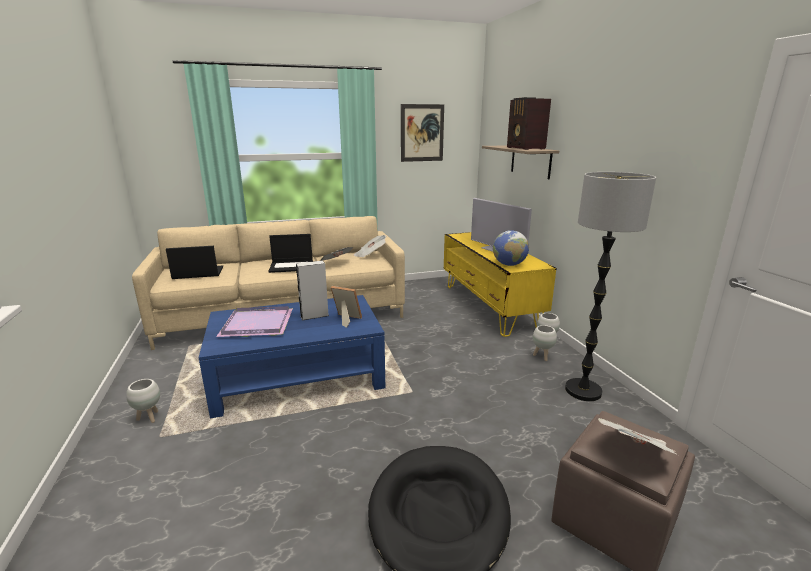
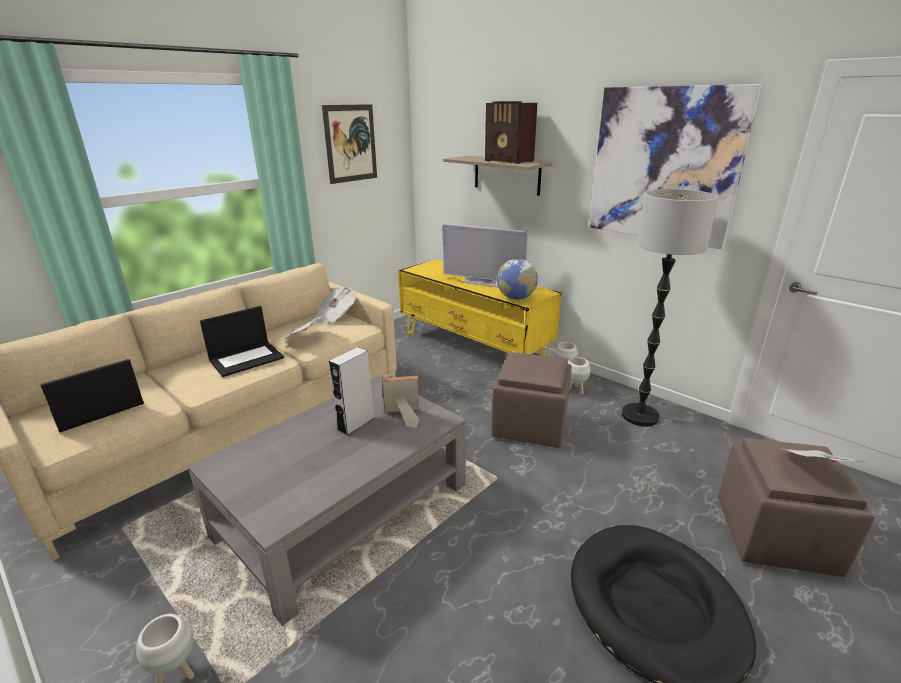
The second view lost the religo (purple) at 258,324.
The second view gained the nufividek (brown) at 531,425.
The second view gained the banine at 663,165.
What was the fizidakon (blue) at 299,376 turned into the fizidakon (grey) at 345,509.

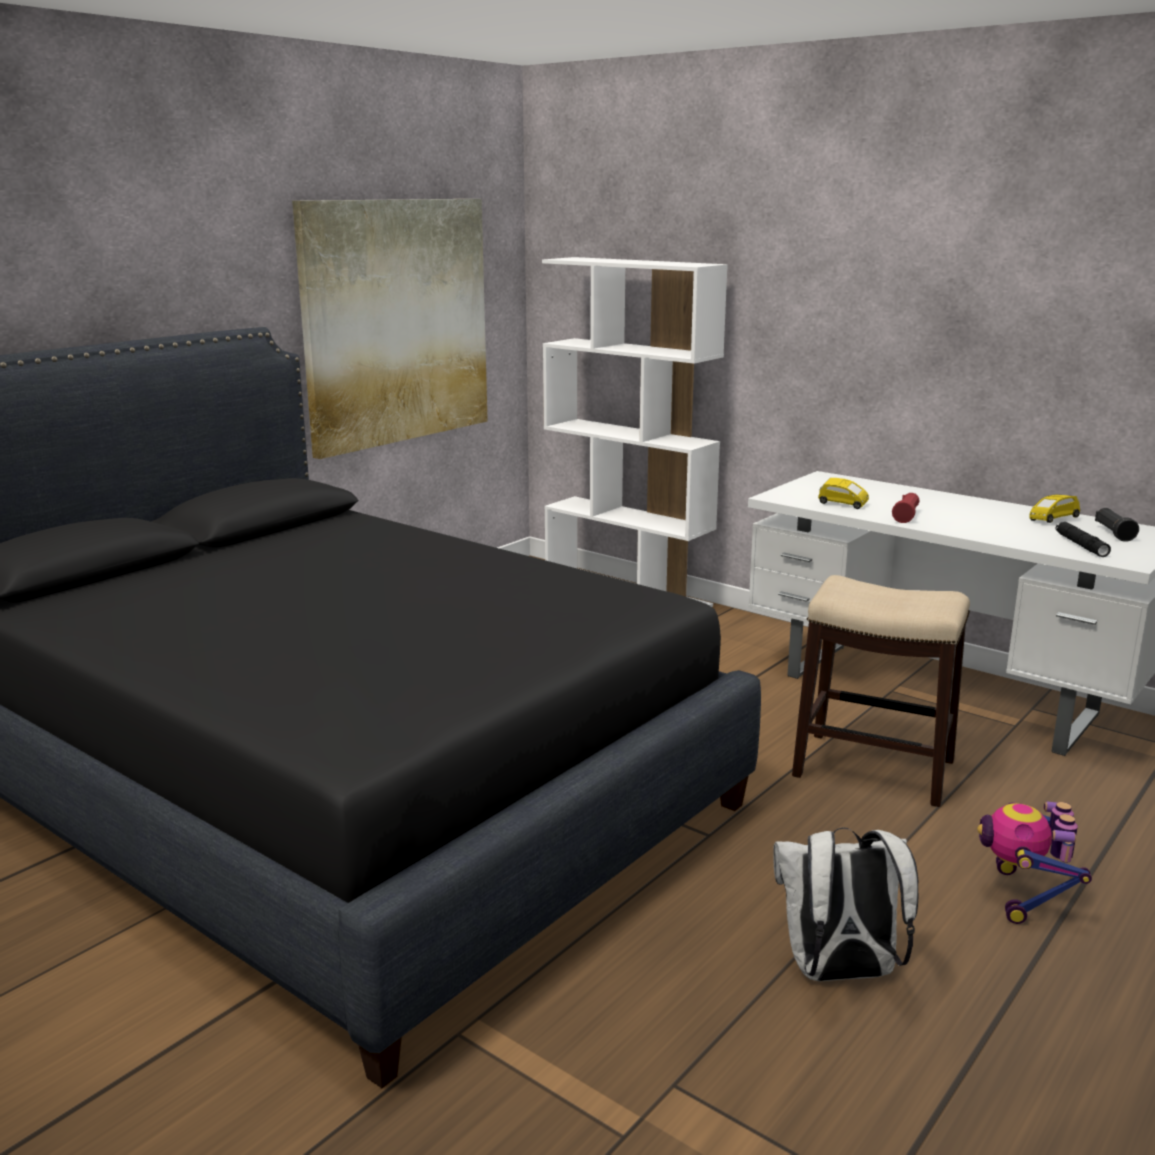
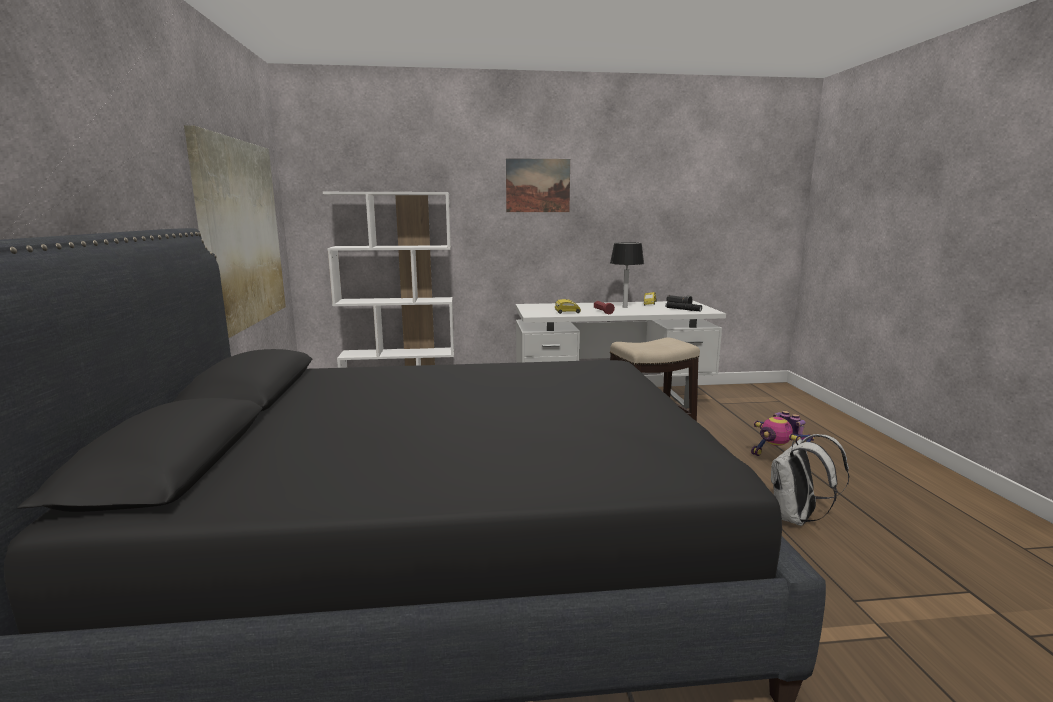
The second view gained the banine at 538,185.
The second view gained the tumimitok at 625,307.

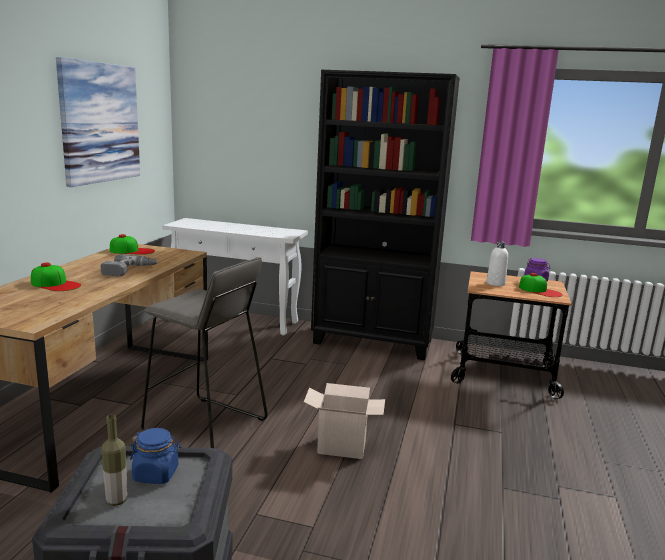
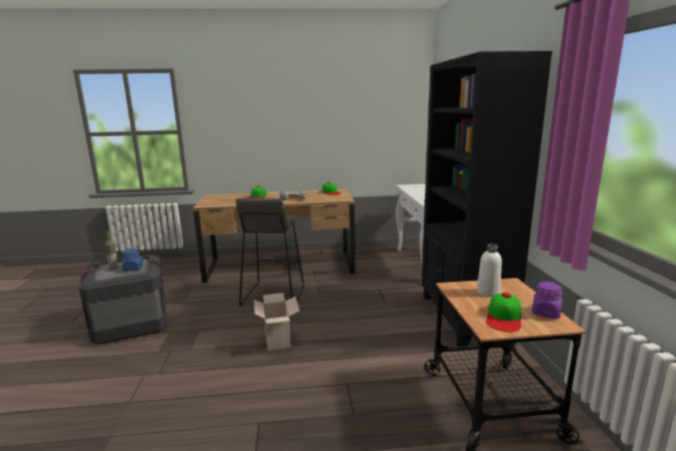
The second view lost the banine at 100,123.

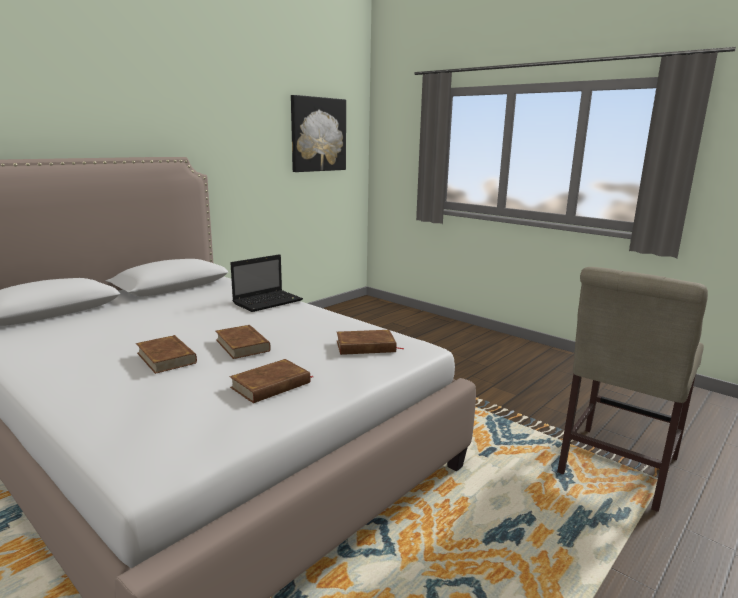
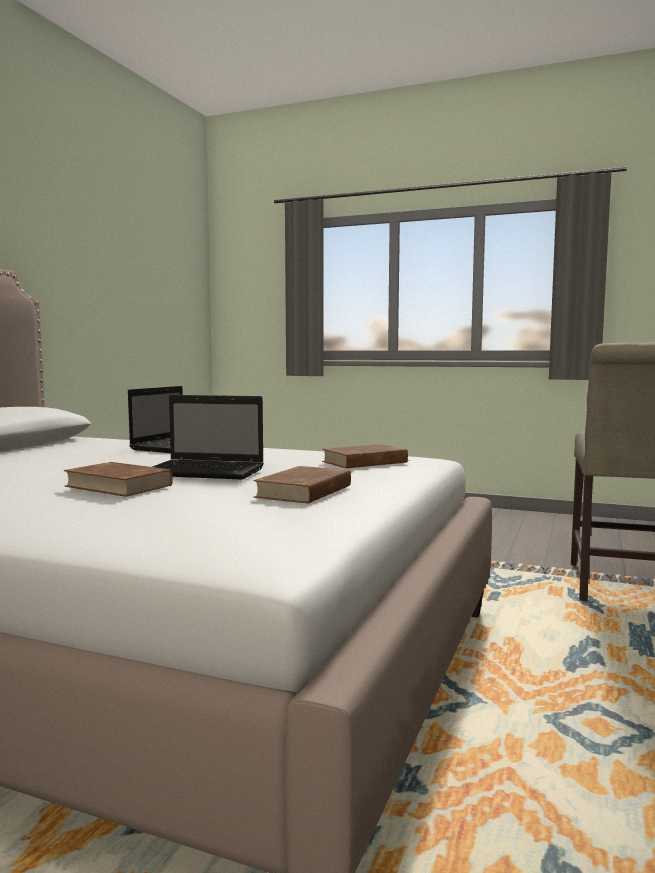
The second view lost the banine at 318,134.
Where the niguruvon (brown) stood at 243,345, the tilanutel came to stand at 207,472.

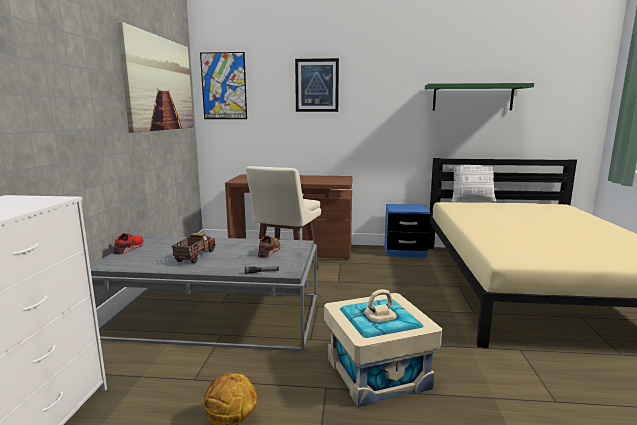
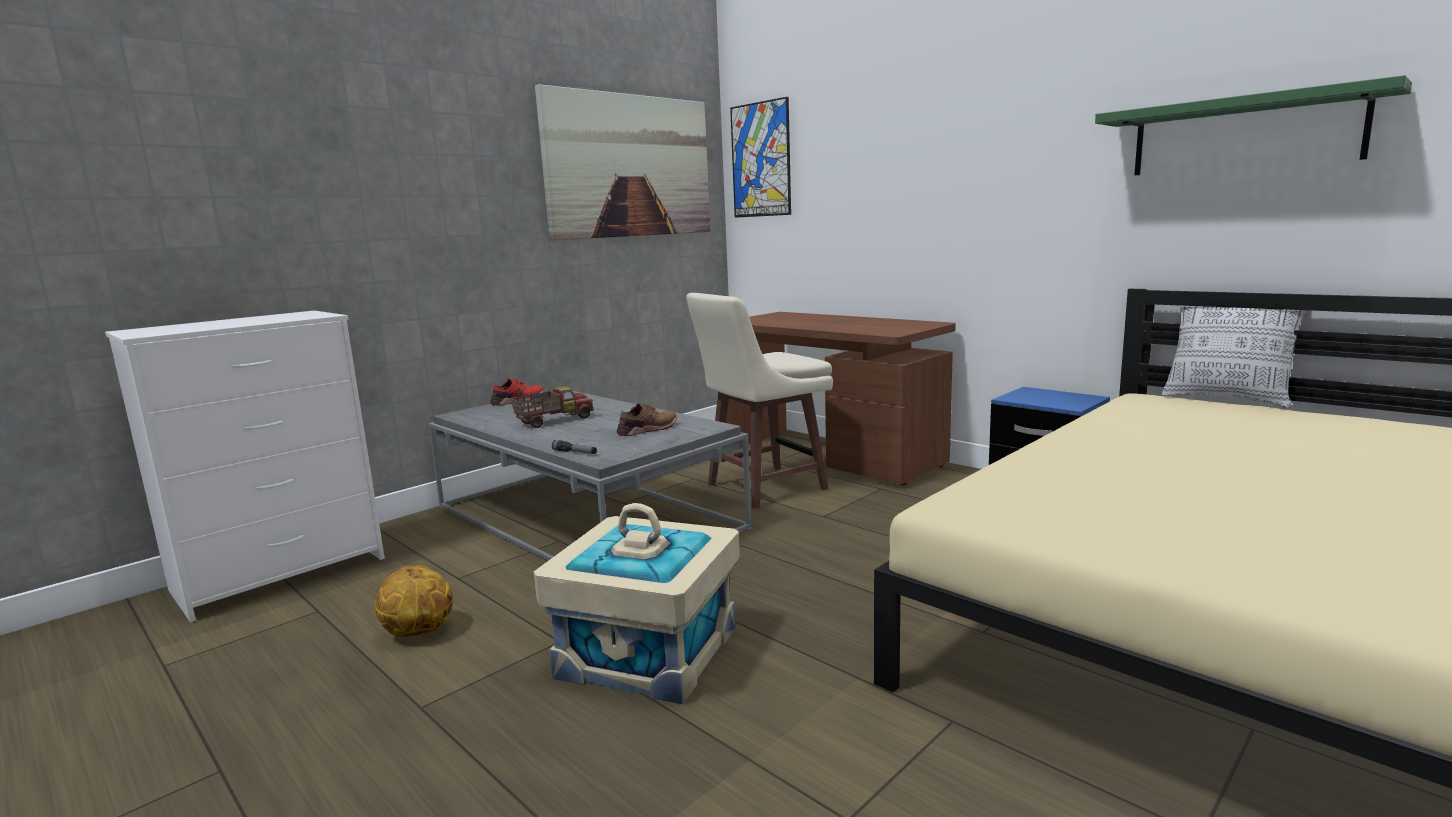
The second view lost the banine at 317,85.

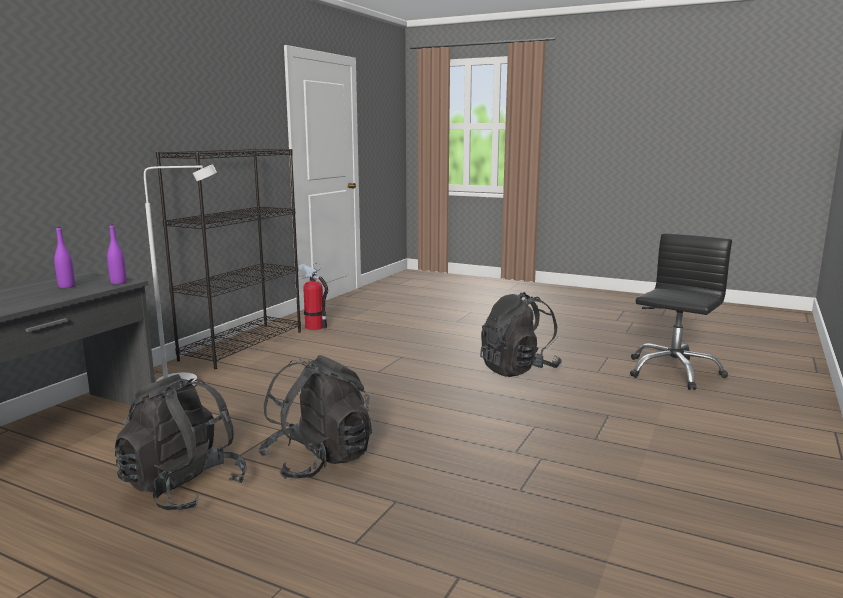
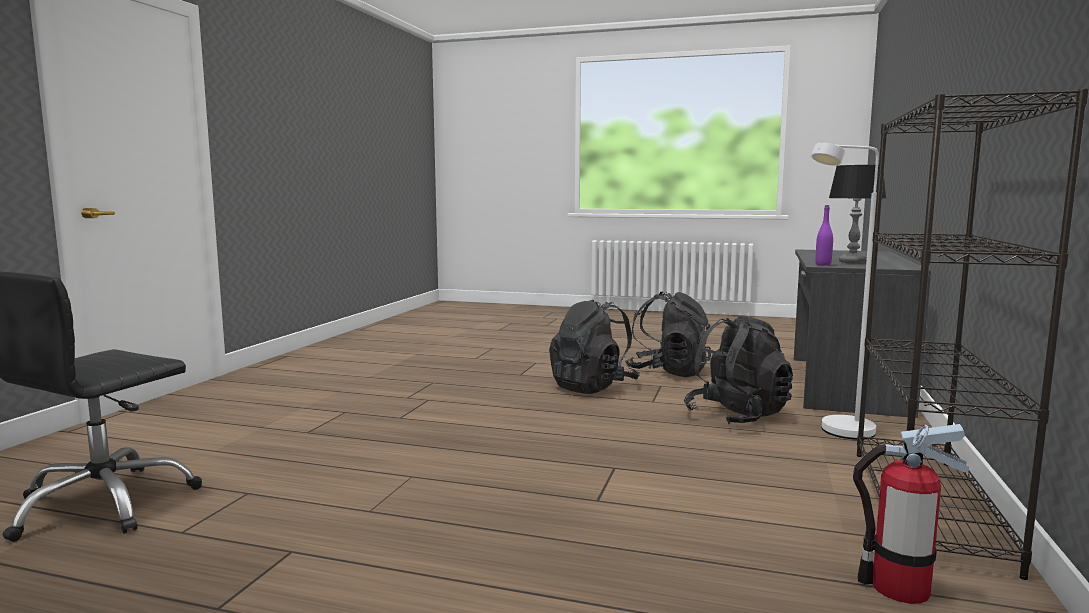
The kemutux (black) ended up elsewhere, having gone from 518,369 to 737,416.
Where the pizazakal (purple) stood at 66,286, the tumimitok came to stand at 852,262.

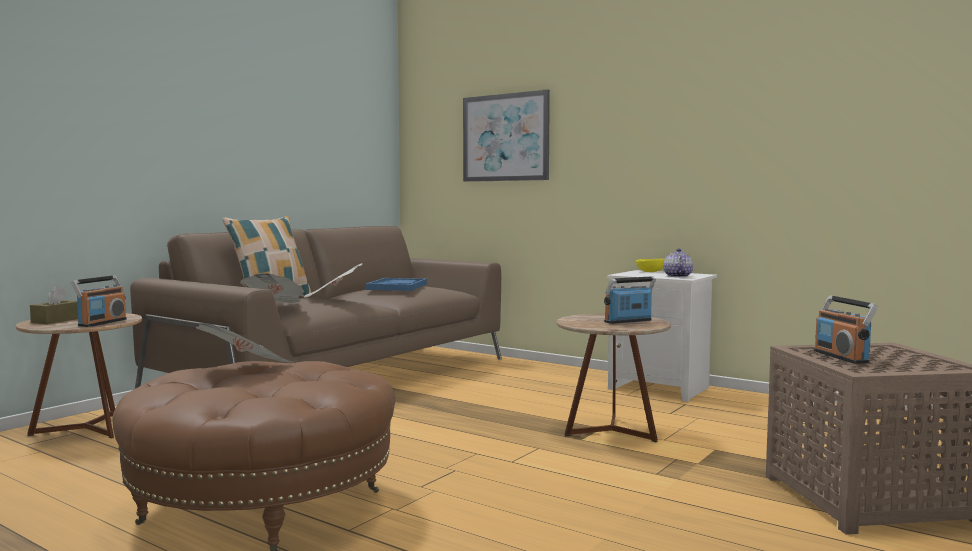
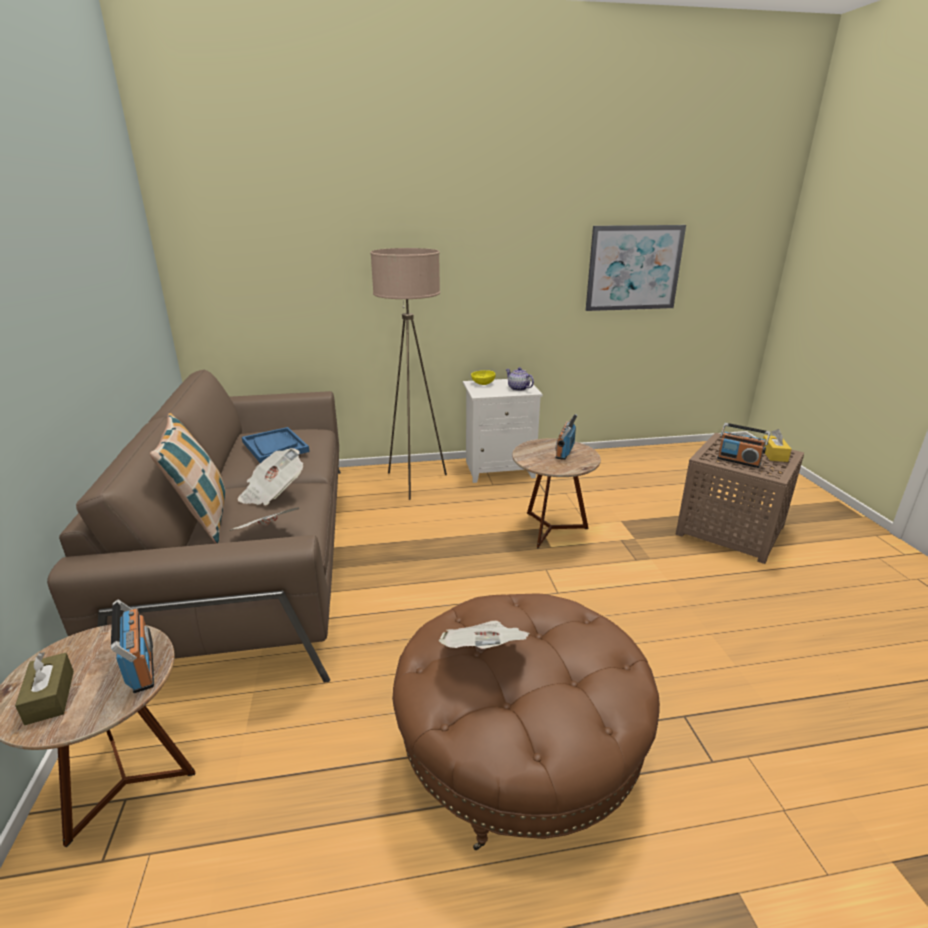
The second view gained the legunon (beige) at 414,482.
The second view gained the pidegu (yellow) at 774,454.
The banine ended up elsewhere, having gone from 505,137 to 634,268.

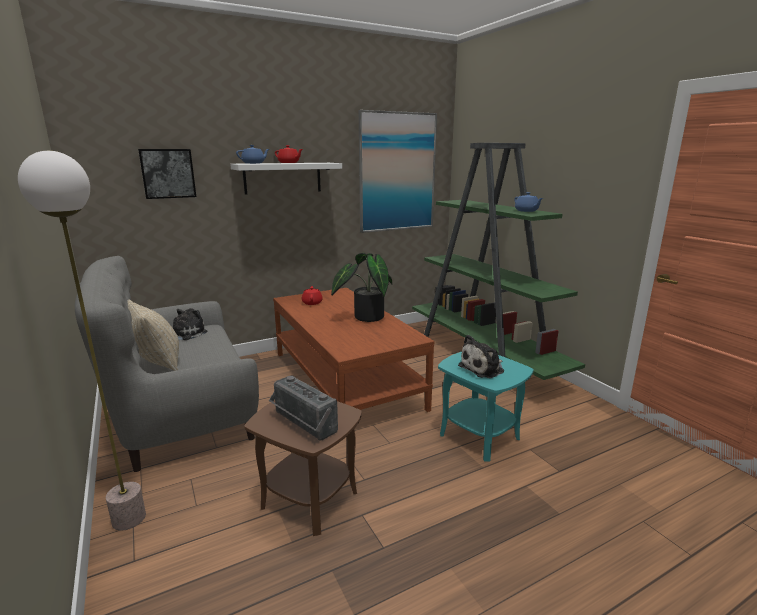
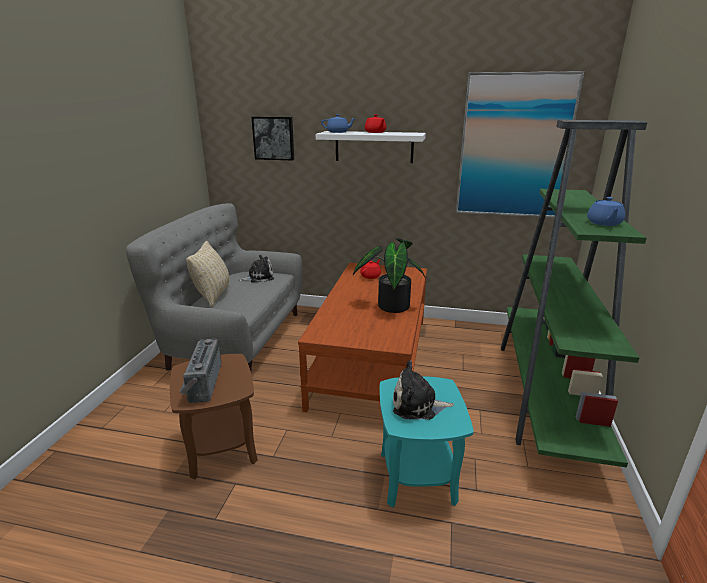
The second view lost the legunon at 128,518.

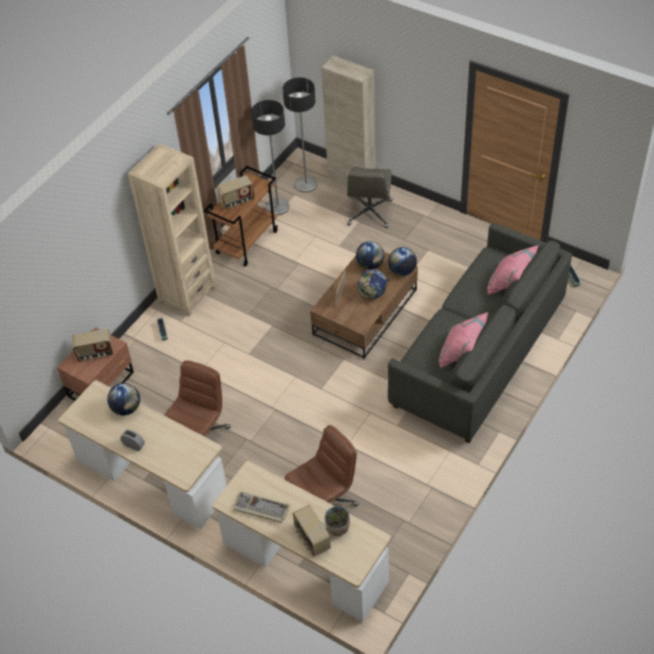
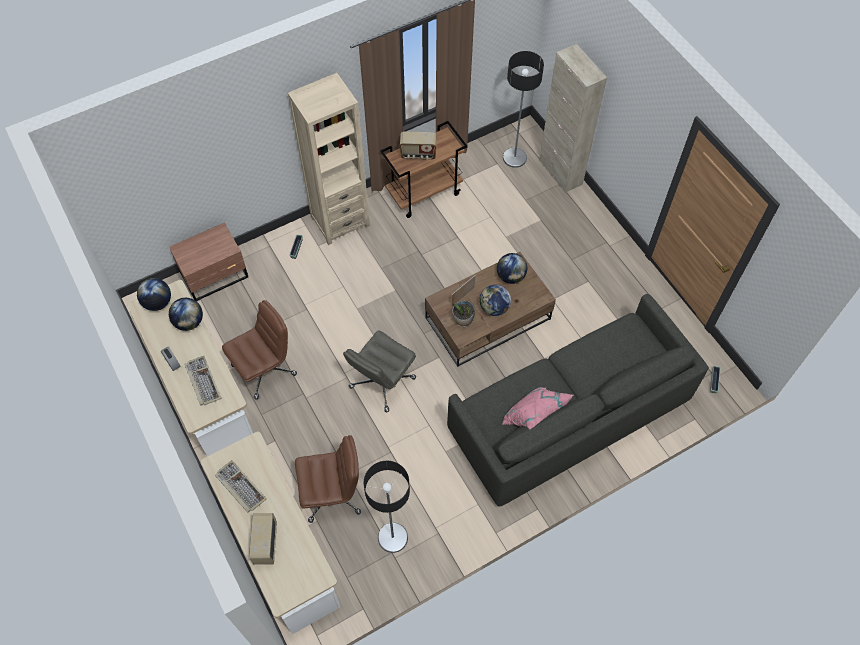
The second view lost the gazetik at 95,353.
The second view lost the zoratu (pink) at 510,283.
The second view gained the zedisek at 202,381.
The legunon ended up elsewhere, having gone from 277,207 to 392,538.
The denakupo ended up elsewhere, having gone from 338,528 to 463,320.
The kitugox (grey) ended up elsewhere, having gone from 369,213 to 382,383.
The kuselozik ended up elsewhere, having gone from 402,271 to 158,303.

